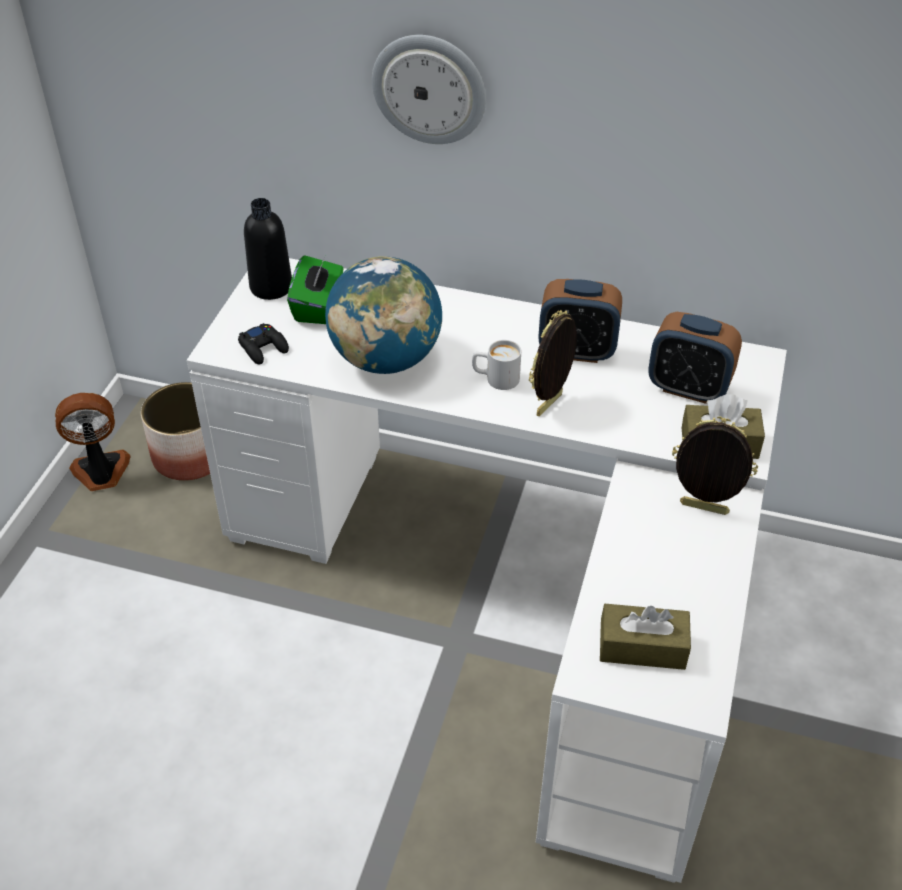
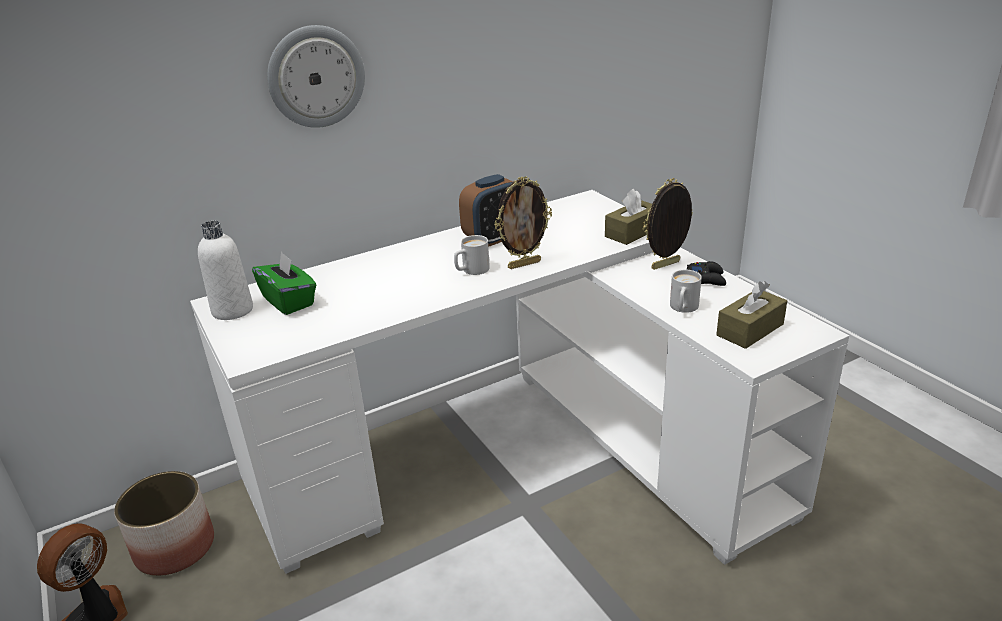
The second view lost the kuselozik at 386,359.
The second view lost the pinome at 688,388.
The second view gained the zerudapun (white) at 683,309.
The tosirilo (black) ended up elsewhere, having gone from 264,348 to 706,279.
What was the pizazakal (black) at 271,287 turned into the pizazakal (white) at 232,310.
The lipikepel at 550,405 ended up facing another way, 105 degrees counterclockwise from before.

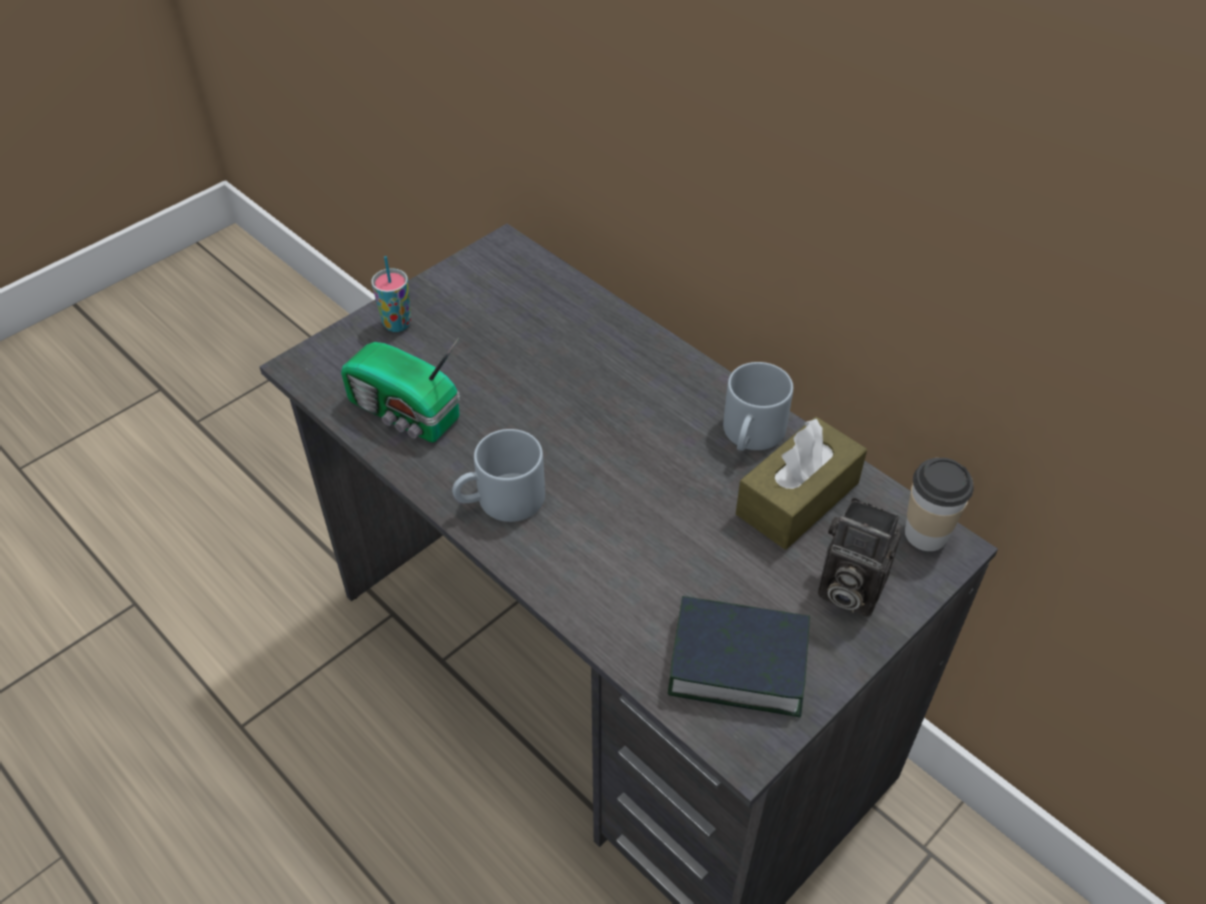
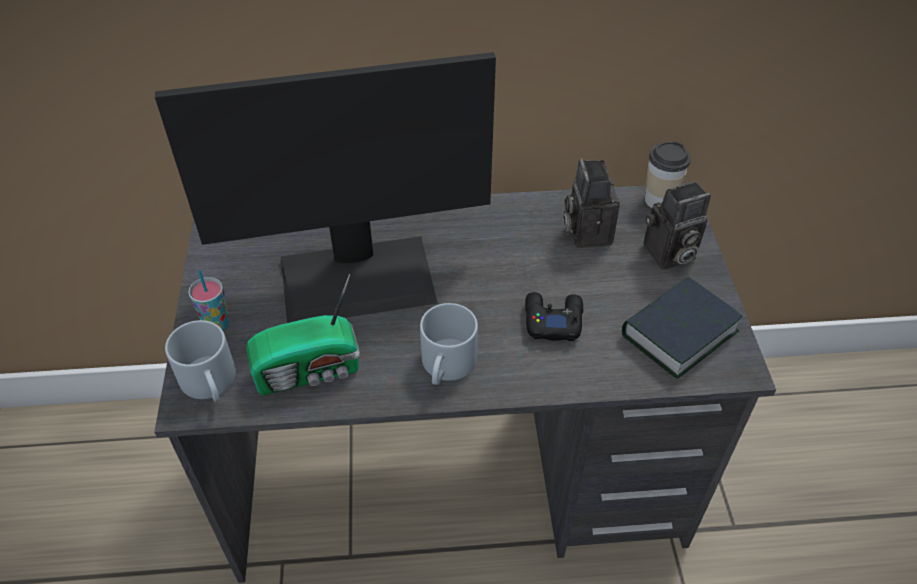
The second view gained the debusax at 358,278.
The second view gained the tosirilo (black) at 552,320.
The zerudapun (grey) ended up elsewhere, having gone from 752,436 to 212,383.
Where the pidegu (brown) stood at 797,498, the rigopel came to stand at 585,232.

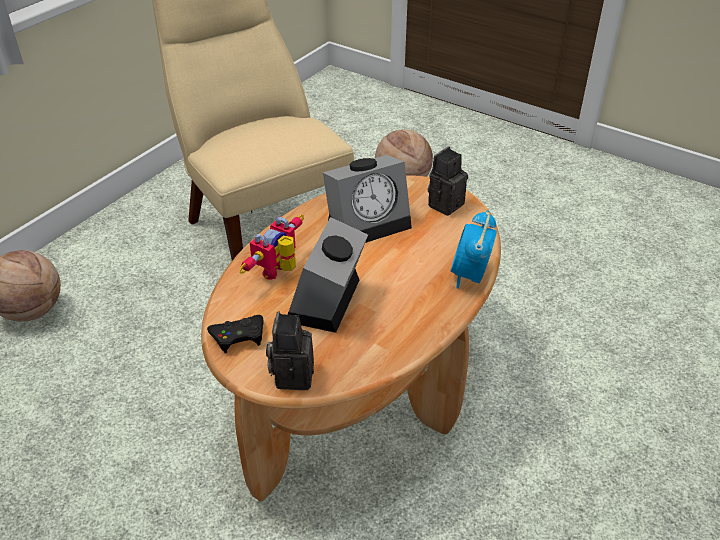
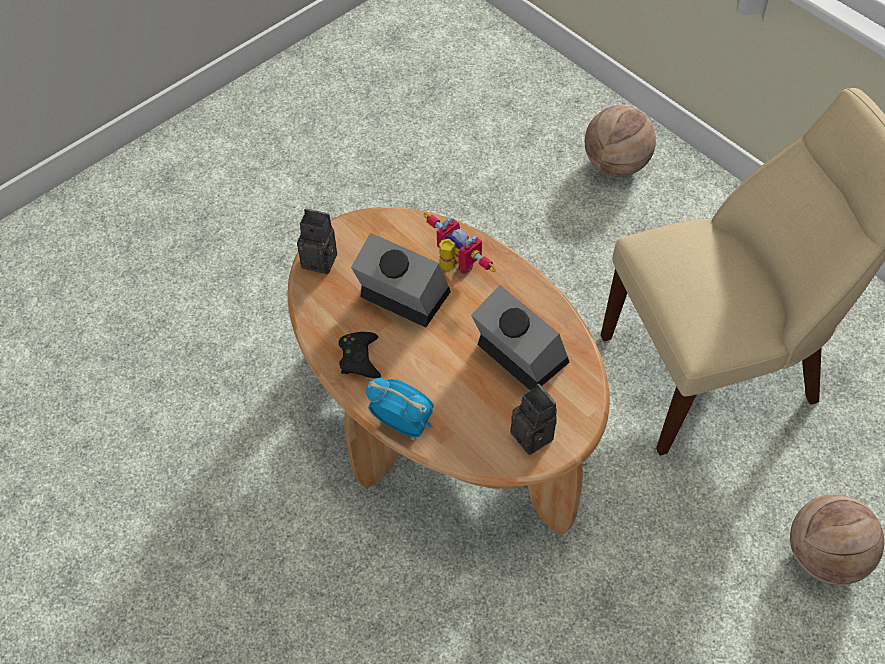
The tosirilo (black) ended up elsewhere, having gone from 238,336 to 359,358.
The pinome at 369,222 ended up facing another way, 150 degrees clockwise from before.

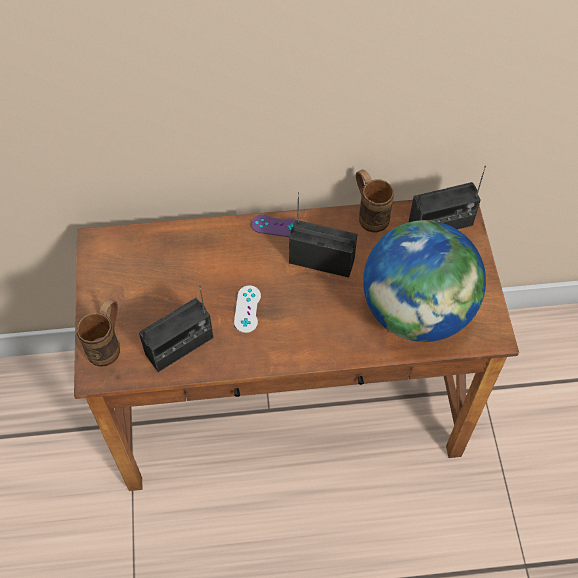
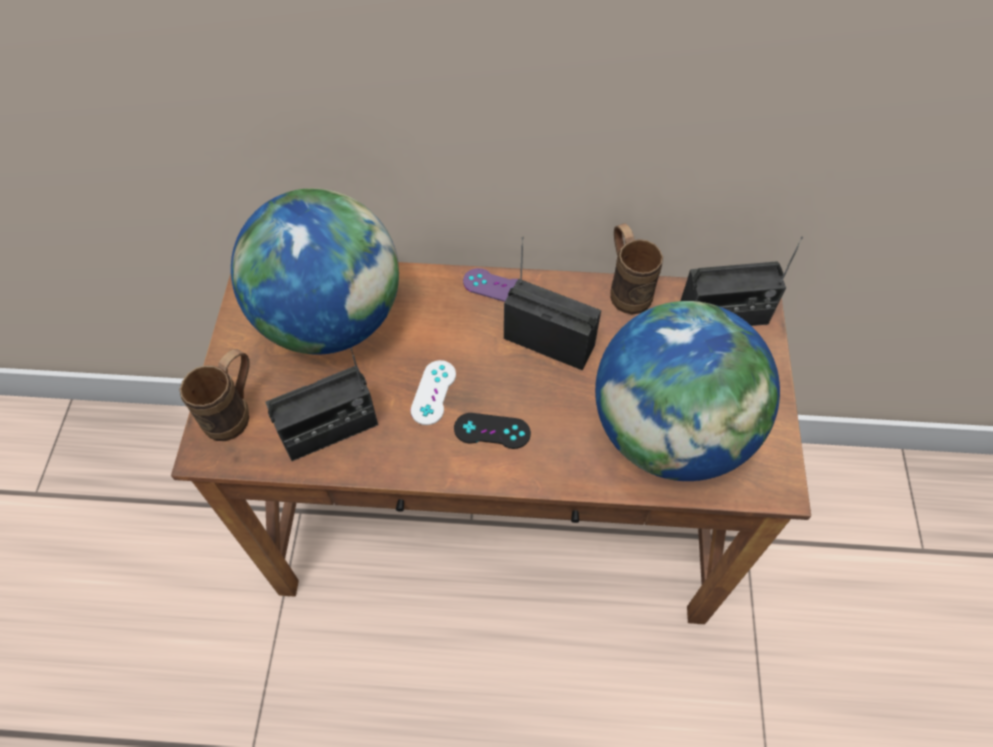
The second view gained the kuselozik at 330,319.
The second view gained the tosirilo (black) at 492,431.

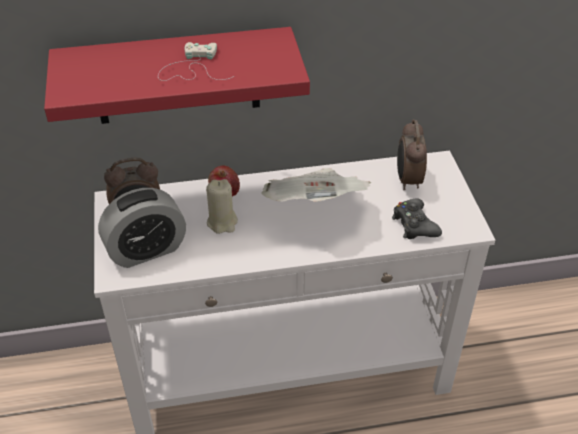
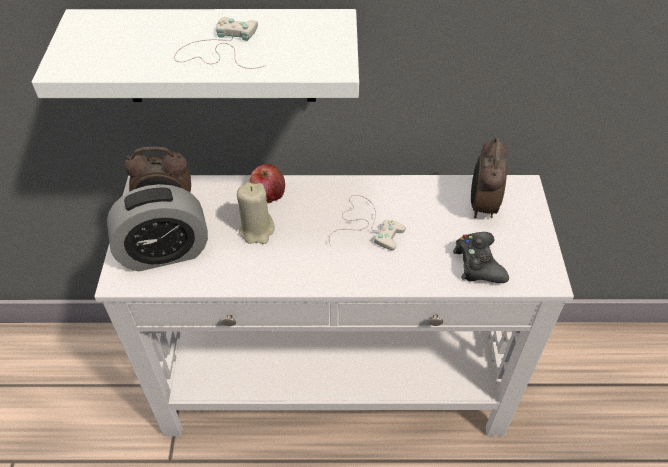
Where the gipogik stood at 315,206, the tosirilo (white) came to stand at 366,225.
What was the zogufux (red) at 177,76 turned into the zogufux (white) at 218,56.

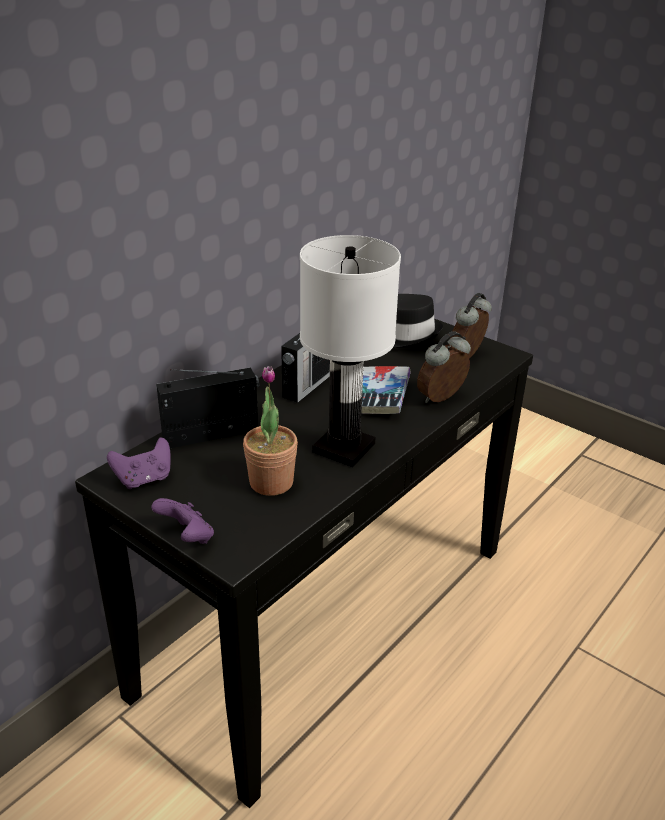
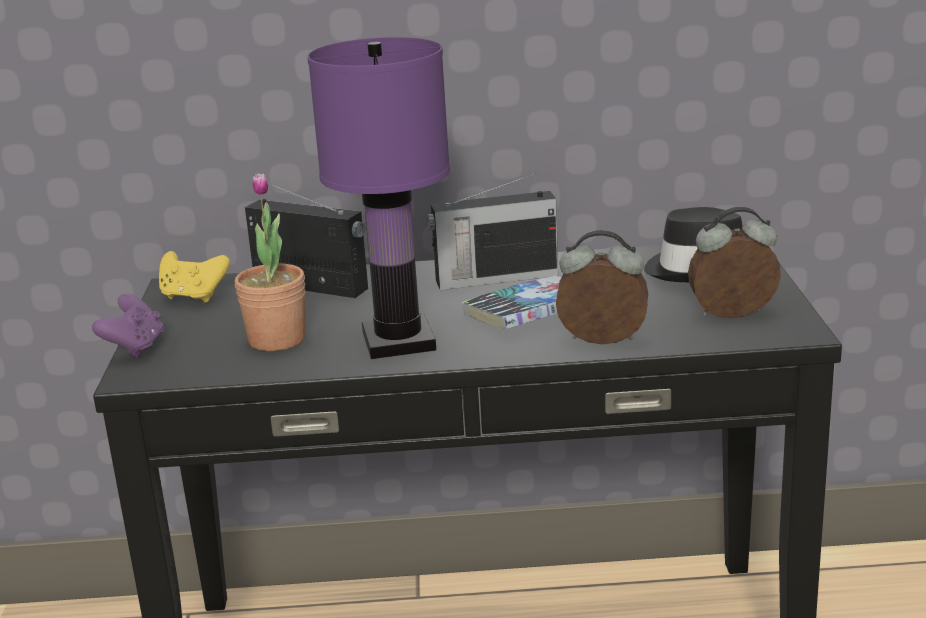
What was the tosirilo (purple) at 144,479 turned into the tosirilo (yellow) at 193,296.
What was the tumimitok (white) at 342,448 turned into the tumimitok (purple) at 397,341.

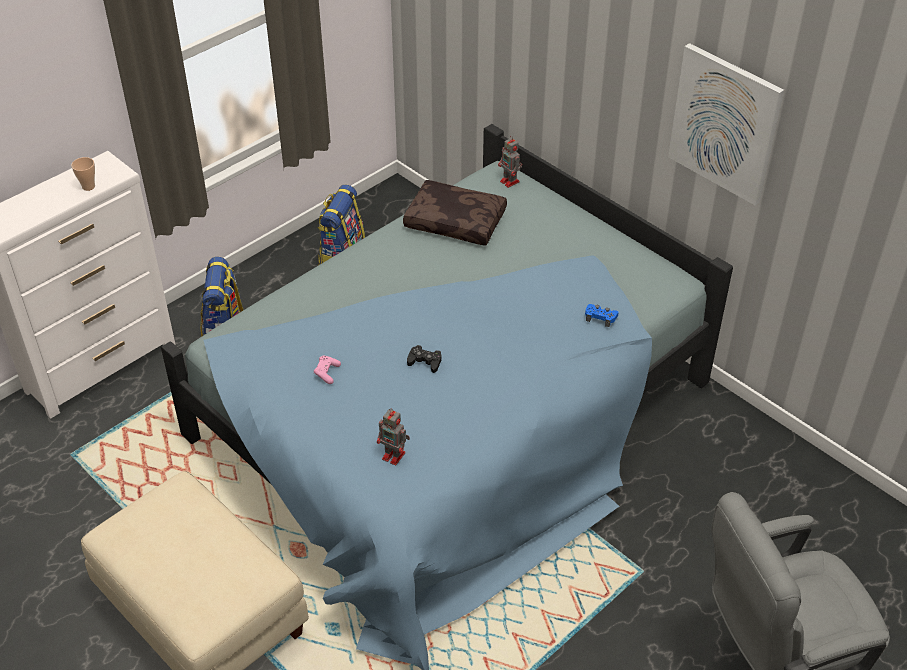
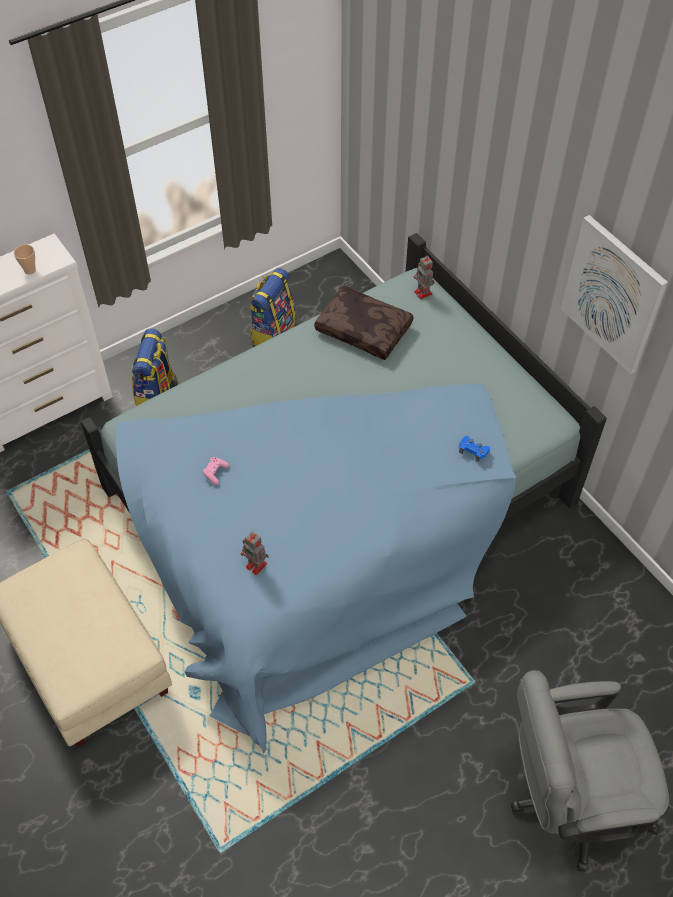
The second view lost the tosirilo (black) at 425,362.

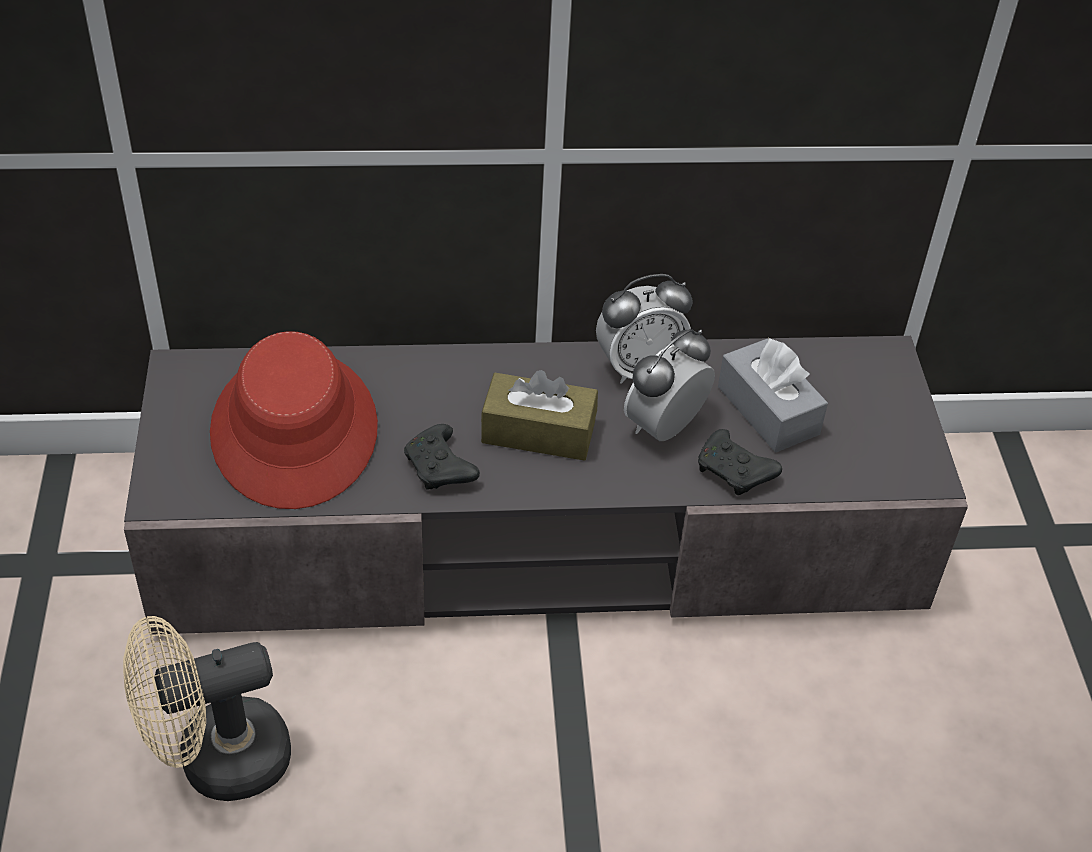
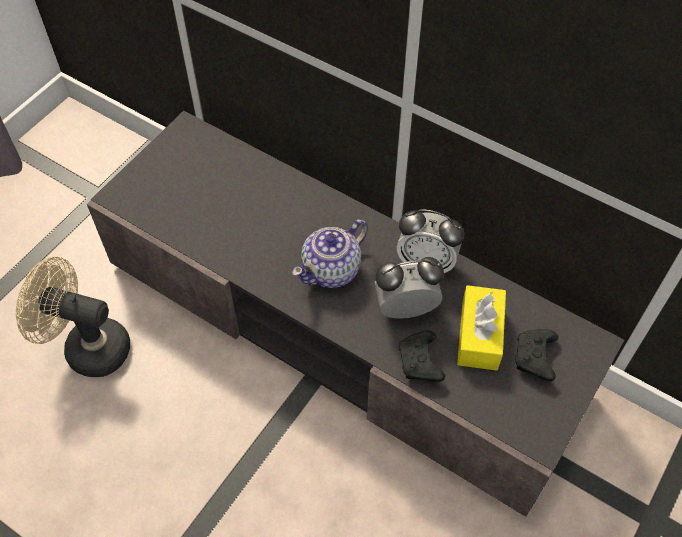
The second view lost the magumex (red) at 295,430.
The tosirilo (black) ended up elsewhere, having gone from 440,469 to 535,359.
Where the pidegu (brown) stood at 538,432, the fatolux came to stand at 332,270.
What was the pidegu (grey) at 768,410 turned into the pidegu (yellow) at 479,335.

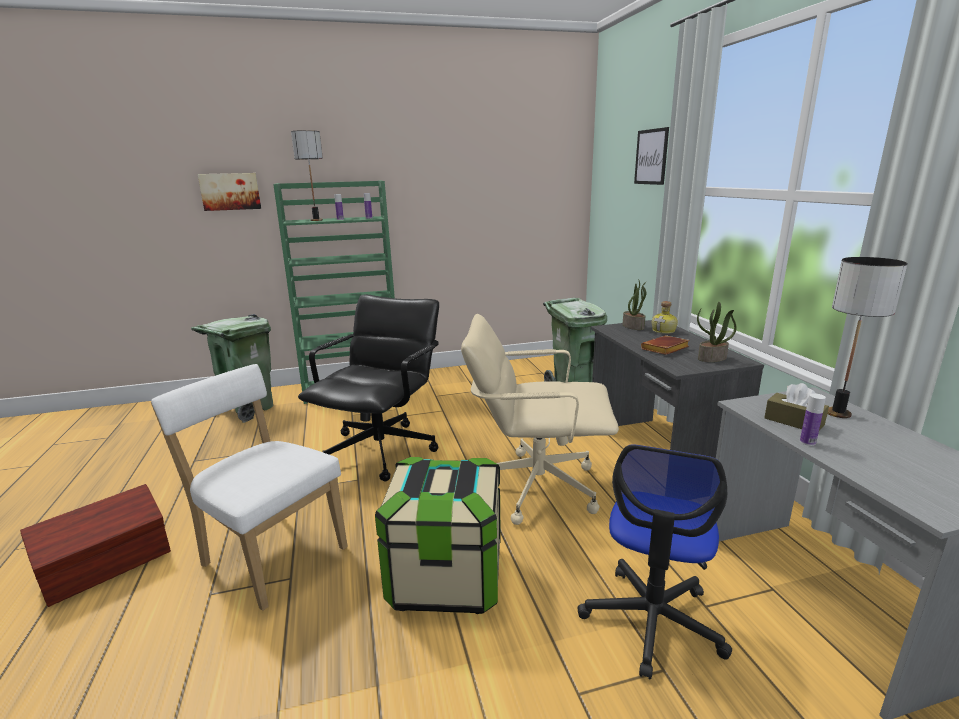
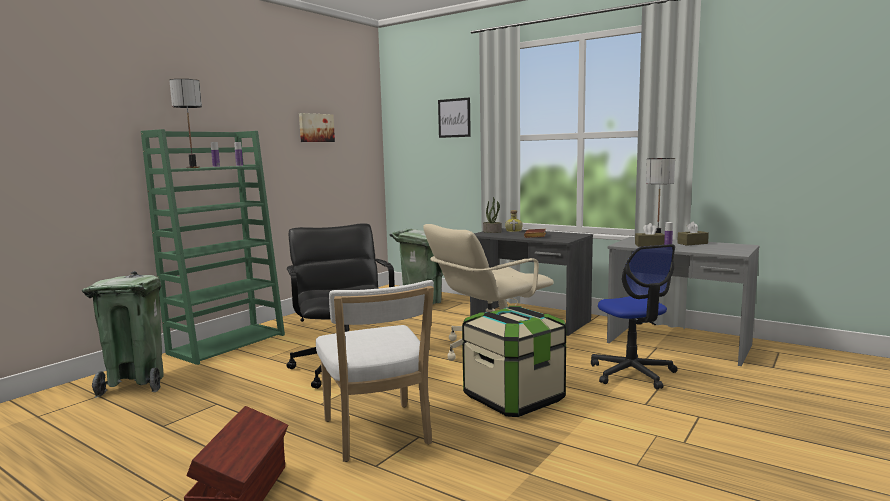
The second view lost the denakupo at 712,358.
The second view gained the pidegu (brown) at 692,243.
The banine ended up elsewhere, having gone from 230,191 to 316,128.
The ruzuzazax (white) at 271,554 ended up facing another way, 105 degrees counterclockwise from before.

